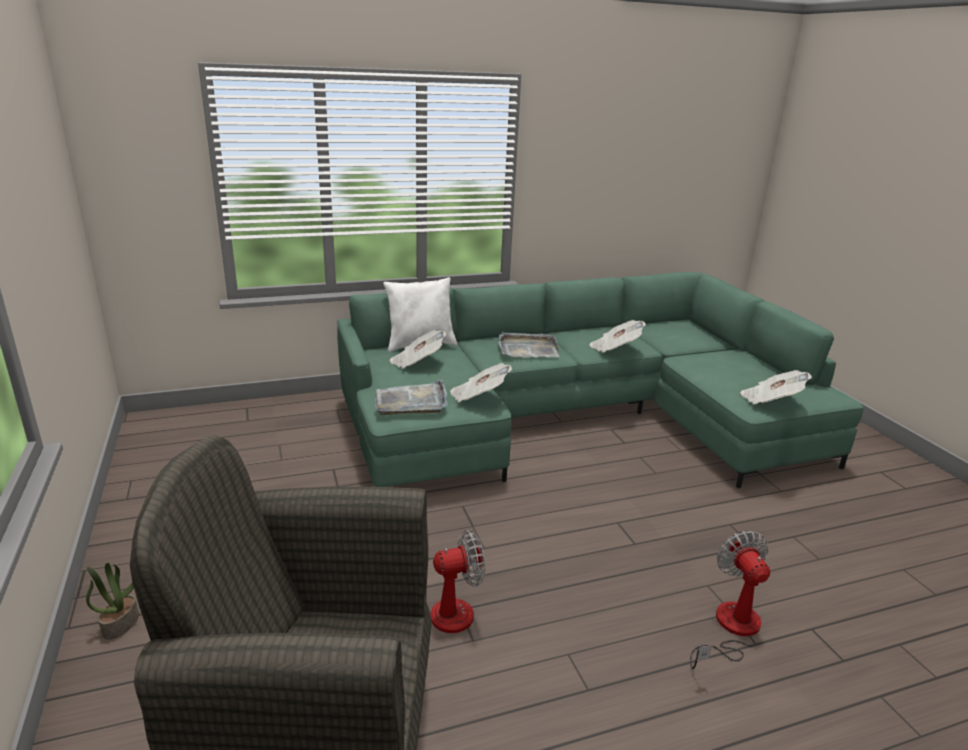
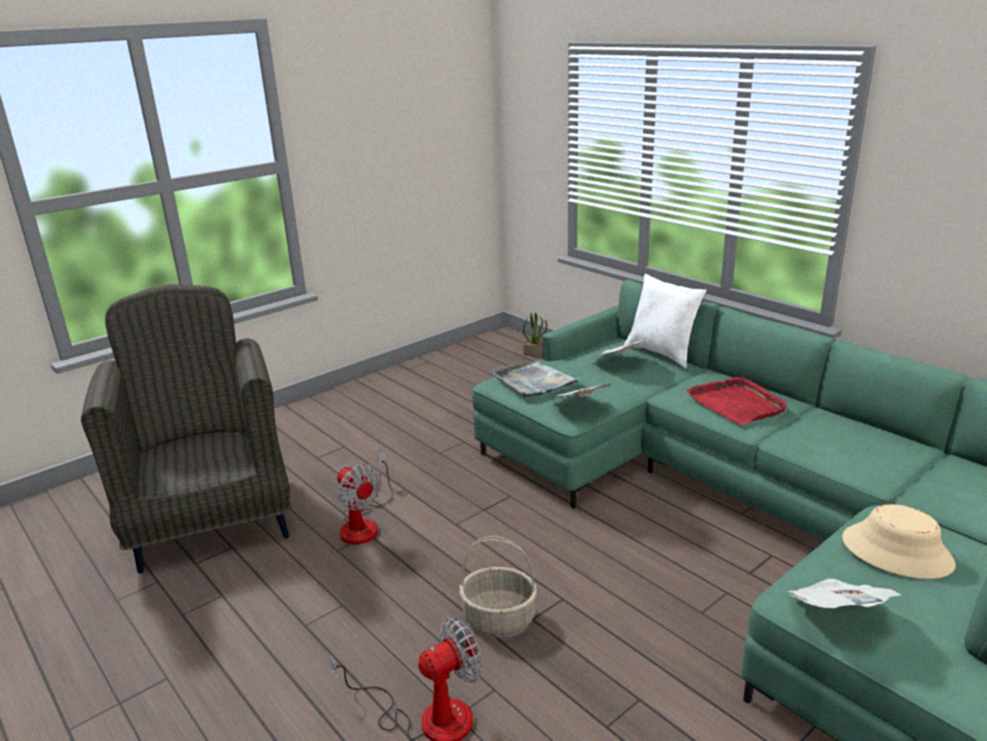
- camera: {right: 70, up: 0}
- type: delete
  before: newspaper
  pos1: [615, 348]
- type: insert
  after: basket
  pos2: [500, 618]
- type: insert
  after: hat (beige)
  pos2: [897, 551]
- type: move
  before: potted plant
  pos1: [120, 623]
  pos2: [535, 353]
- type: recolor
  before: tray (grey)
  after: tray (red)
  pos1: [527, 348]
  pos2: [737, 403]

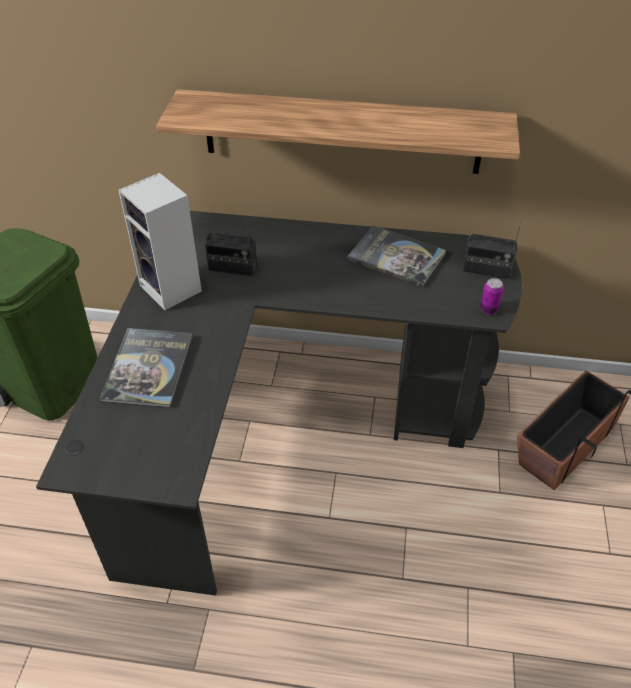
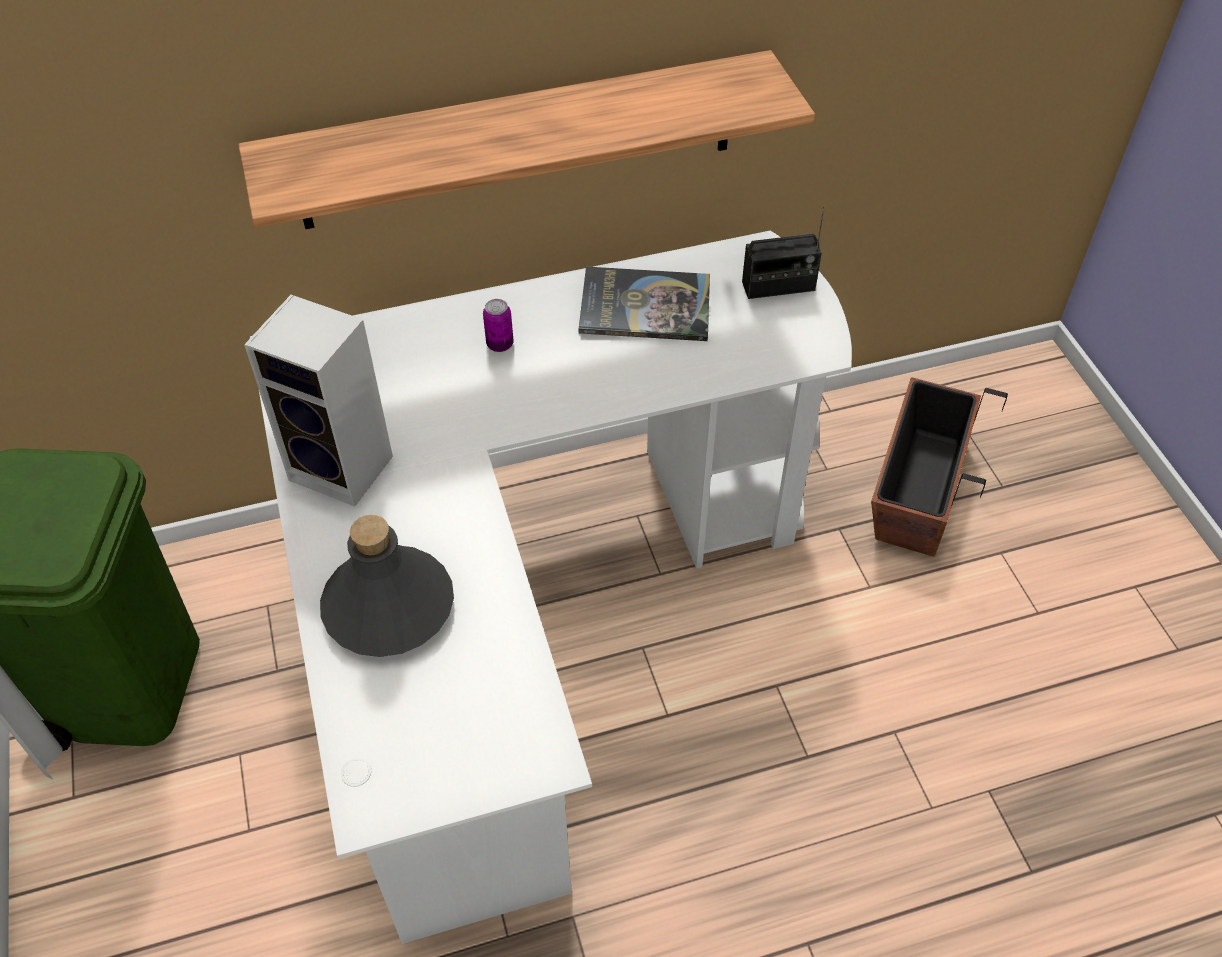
- camera: {right: -25, up: 5}
- type: delete
  before: radio
  pos1: [232, 268]
- type: move
  before: can
  pos1: [488, 309]
  pos2: [500, 344]
- type: replace
  before: book
  after: bottle (grey)
  pos1: [148, 368]
  pos2: [389, 606]
- type: recolor
  before: desk (black)
  after: desk (white)
  pos1: [283, 428]
  pos2: [533, 611]

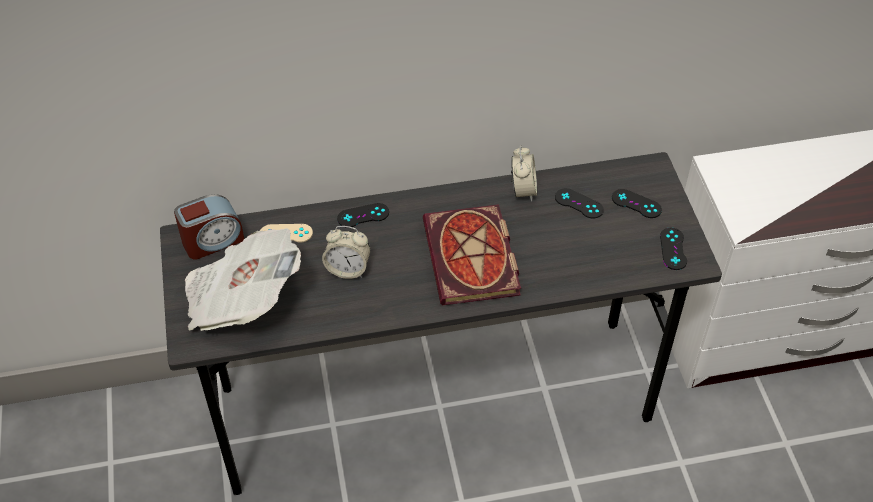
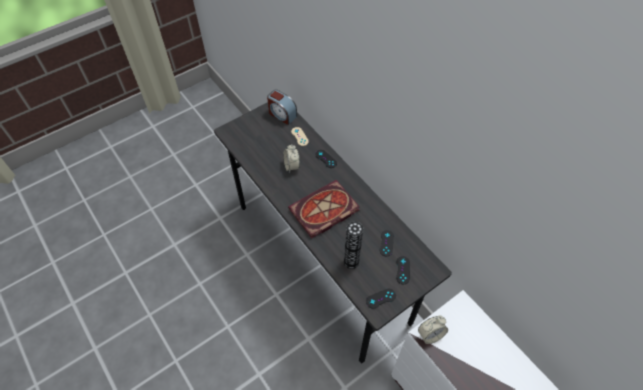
- camera: {right: 65, up: 5}
- type: delete
  before: newspaper
  pos1: [242, 299]
- type: insert
  after: vase
  pos2: [351, 262]
- type: move
  before: alarm clock
  pos1: [523, 190]
  pos2: [430, 334]

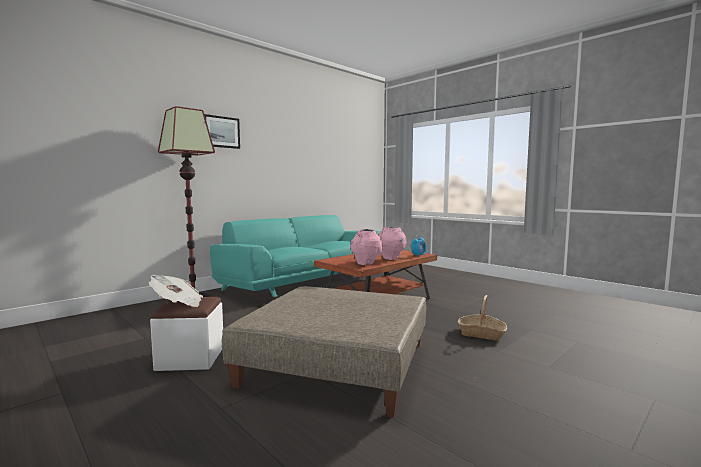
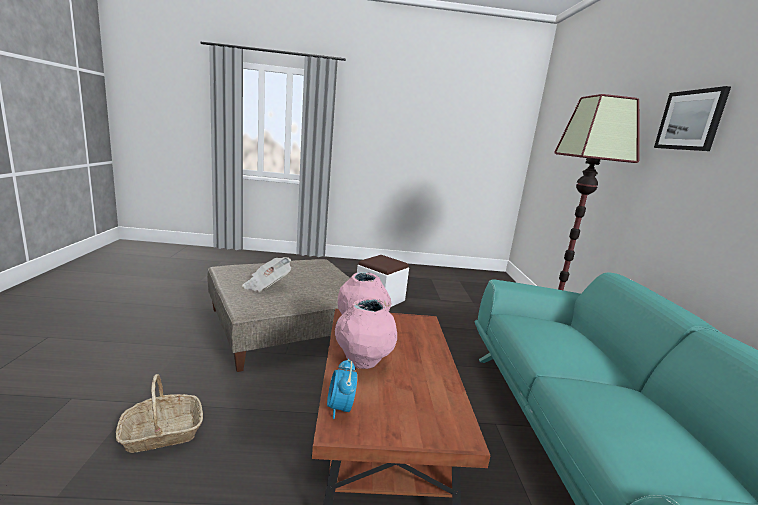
- camera: {right: 130, up: 10}
- type: move
  before: newspaper
  pos1: [178, 303]
  pos2: [267, 285]

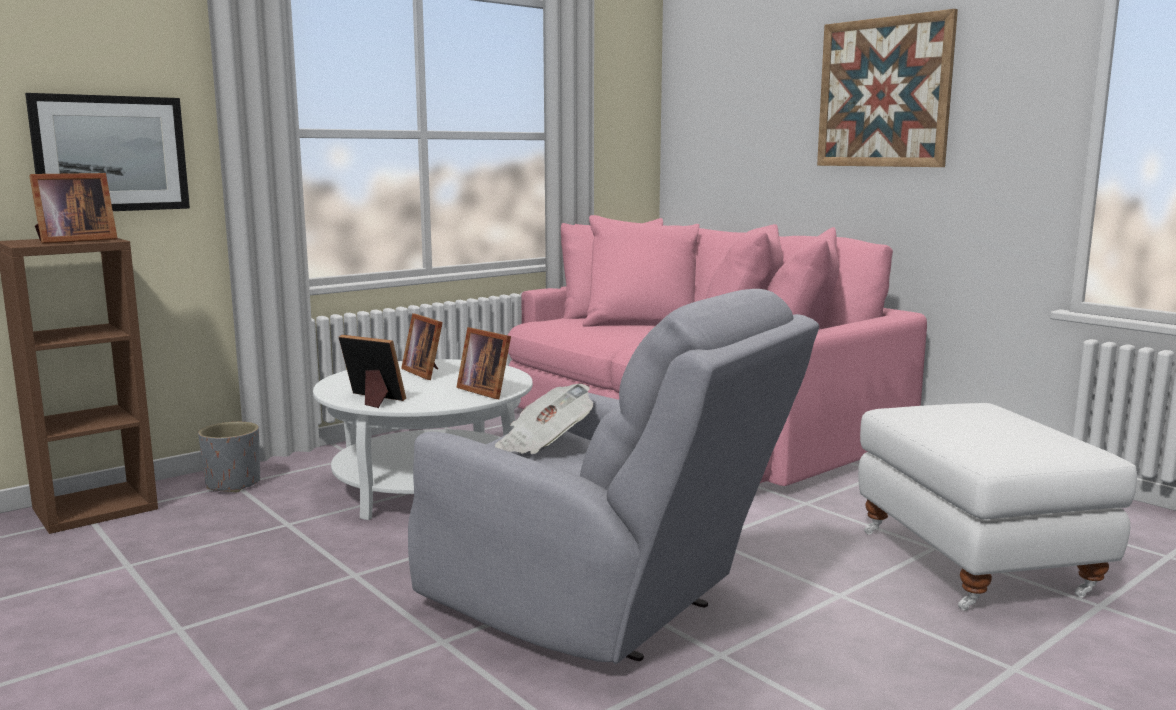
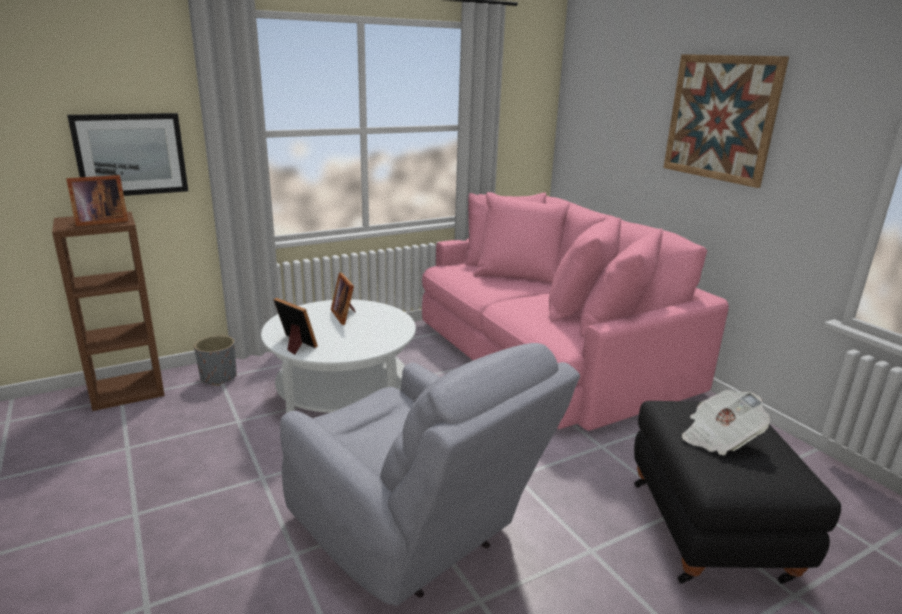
- camera: {right: 10, up: 10}
- type: delete
  before: picture frame
  pos1: [486, 391]
- type: move
  before: newspaper
  pos1: [544, 444]
  pos2: [719, 438]
- type: recolor
  before: ottoman (white)
  after: ottoman (black)
  pos1: [977, 563]
  pos2: [711, 531]

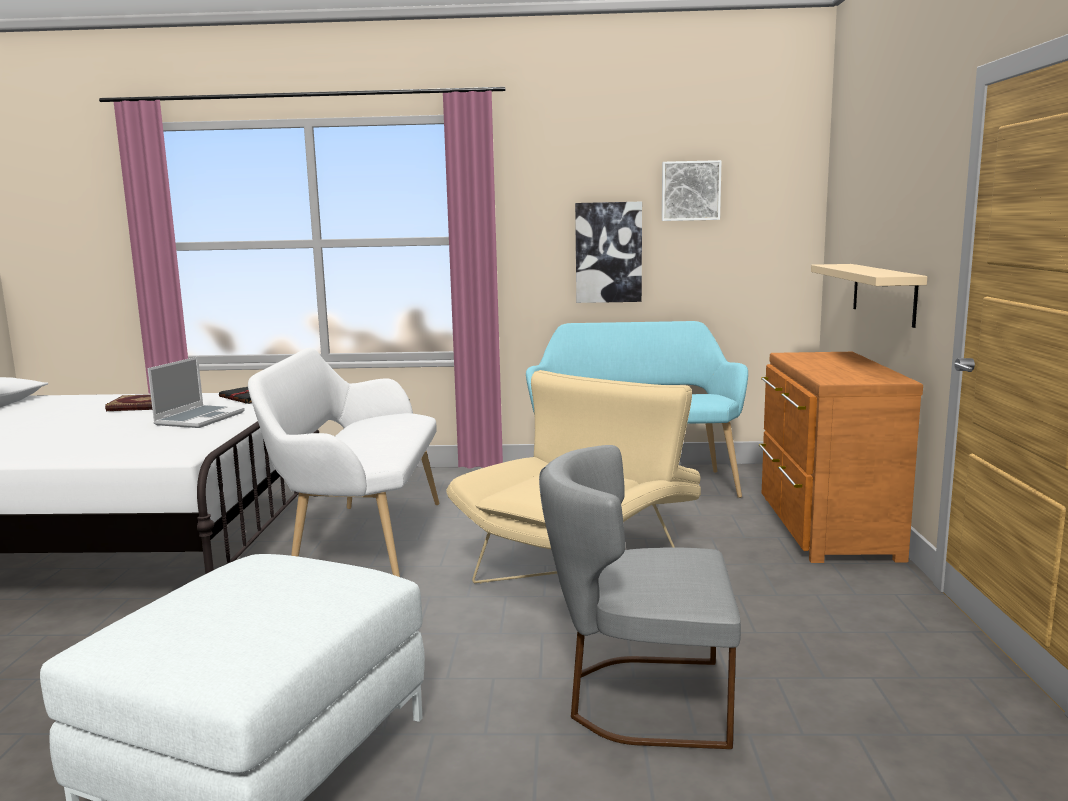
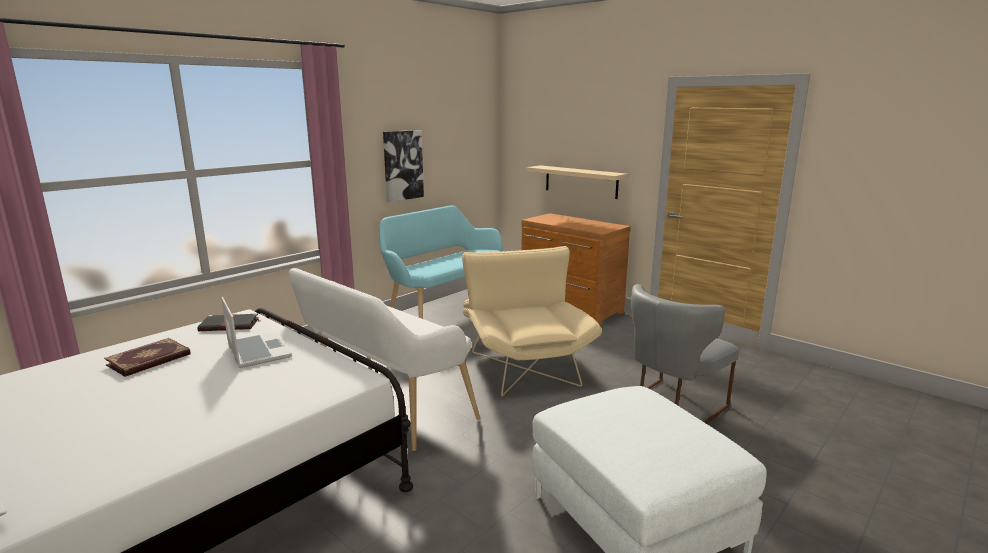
- camera: {right: -50, up: 5}
- type: delete
  before: picture
  pos1: [690, 191]

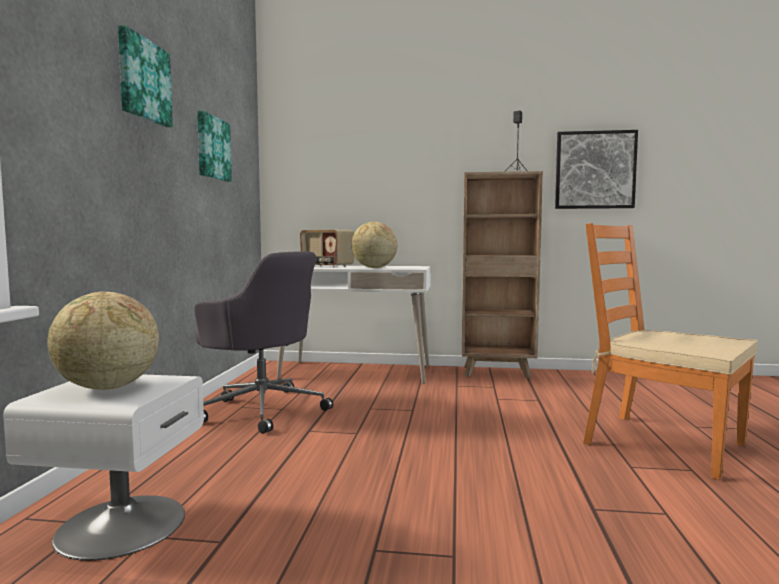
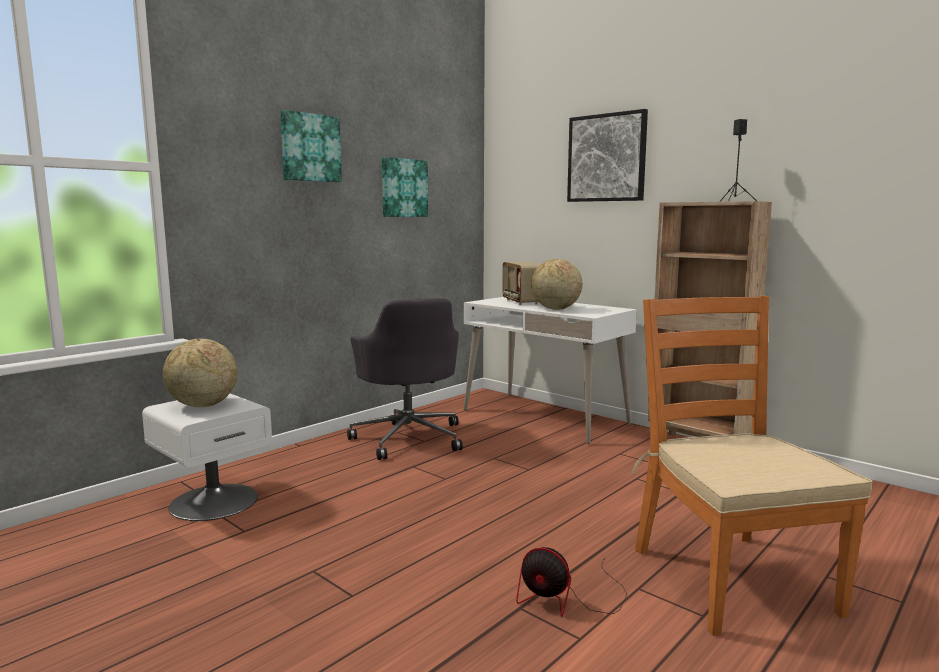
- camera: {right: 35, up: 5}
- type: insert
  after: fan
  pos2: [567, 598]
- type: move
  before: picture
  pos1: [595, 170]
  pos2: [607, 158]

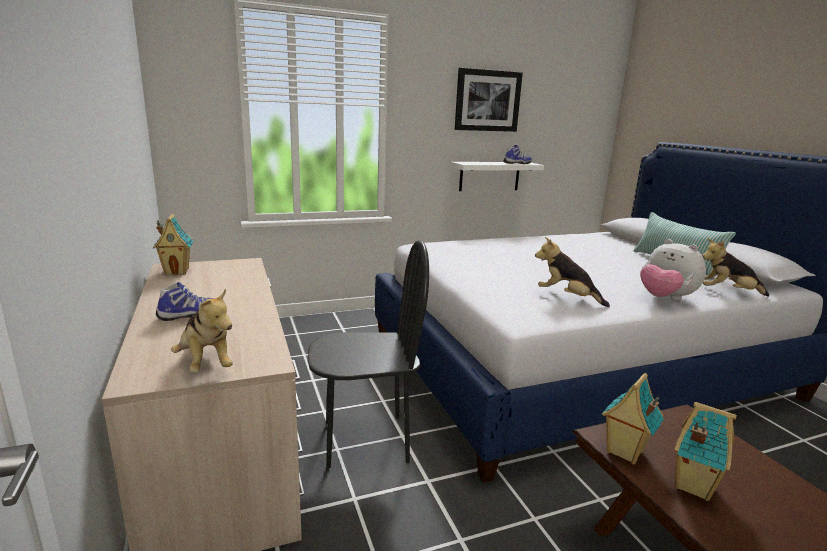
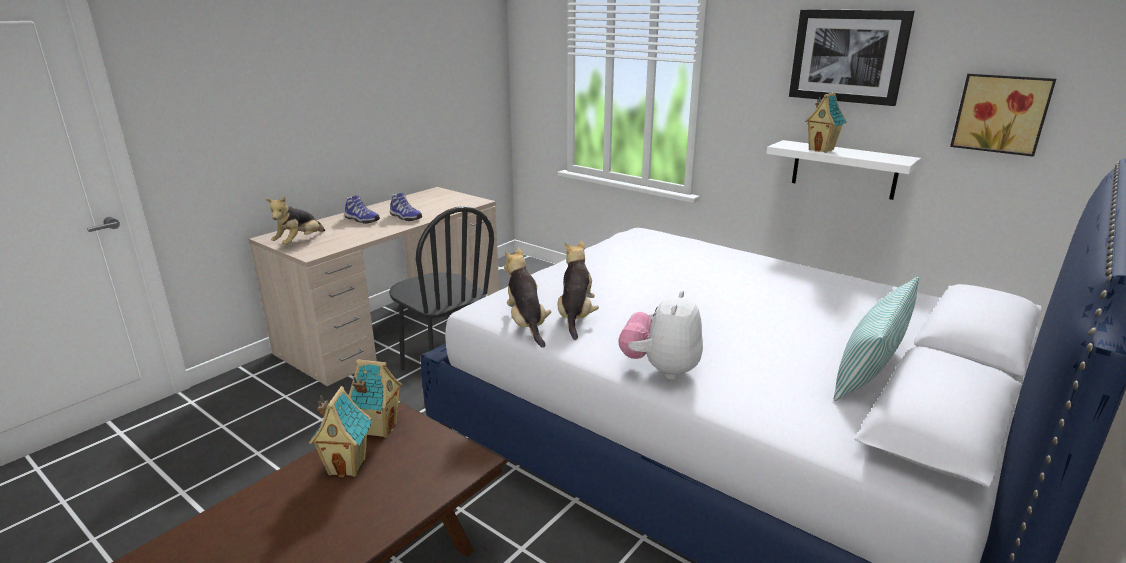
- camera: {right: 60, up: 5}
- type: insert
  after: picture
  pos2: [1001, 113]
- type: move
  before: toy house
  pos1: [177, 271]
  pos2: [821, 150]
- type: move
  before: shoe
  pos1: [517, 163]
  pos2: [405, 217]
- type: move
  before: plush toy
  pos1: [727, 292]
  pos2: [526, 325]

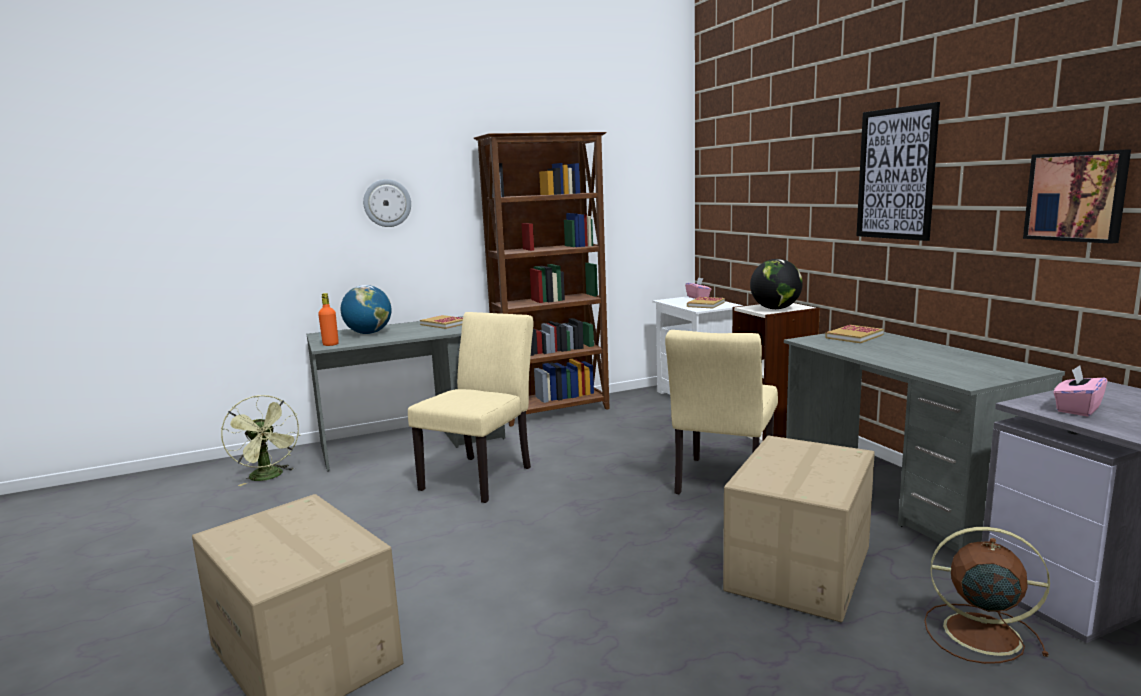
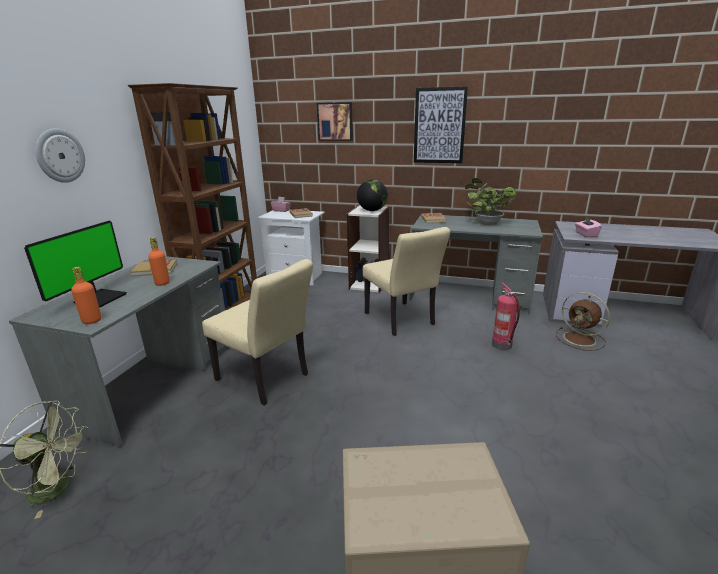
- camera: {right: -50, up: 10}
- type: insert
  after: bottle (orange)
  pos2: [162, 283]
- type: insert
  after: potted plant
  pos2: [486, 223]
- type: move
  before: picture
  pos1: [1077, 196]
  pos2: [335, 121]
- type: replace
  before: globe
  after: monitor
  pos1: [368, 333]
  pos2: [99, 298]
- type: replace
  before: cardboard box
  after: fire extinguisher
  pos1: [800, 569]
  pos2: [502, 345]
- type: rotate
  before: chair (beige)
  pos1: [482, 475]
  pos2: [267, 379]
  turn: 150
- type: rotate
  before: fan (brown)
  pos1: [978, 633]
  pos2: [581, 339]
  turn: -105

